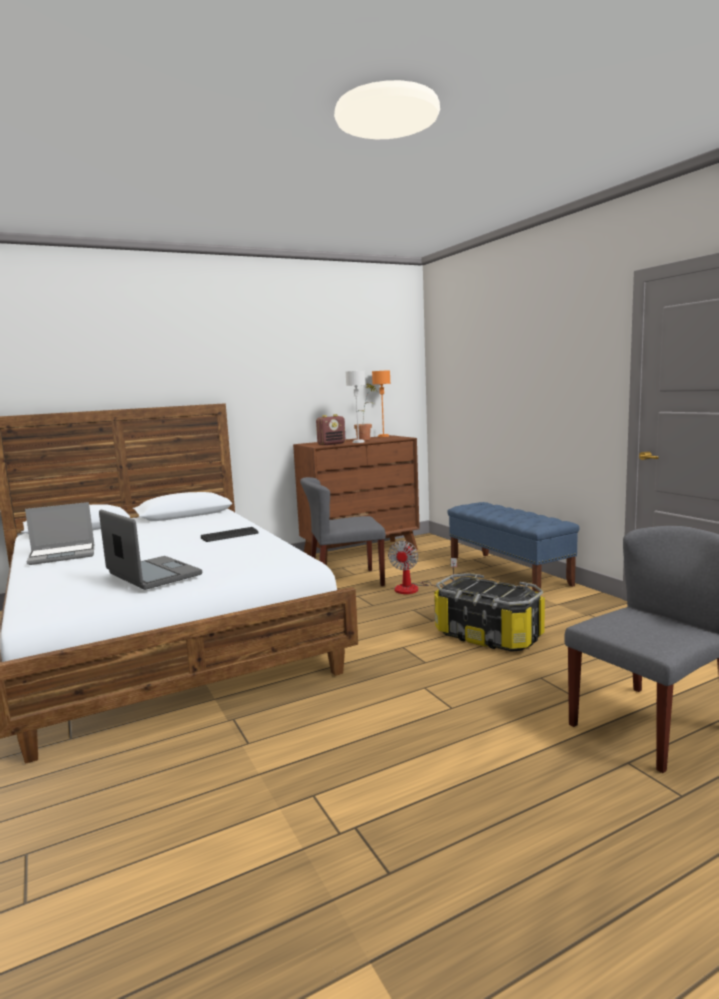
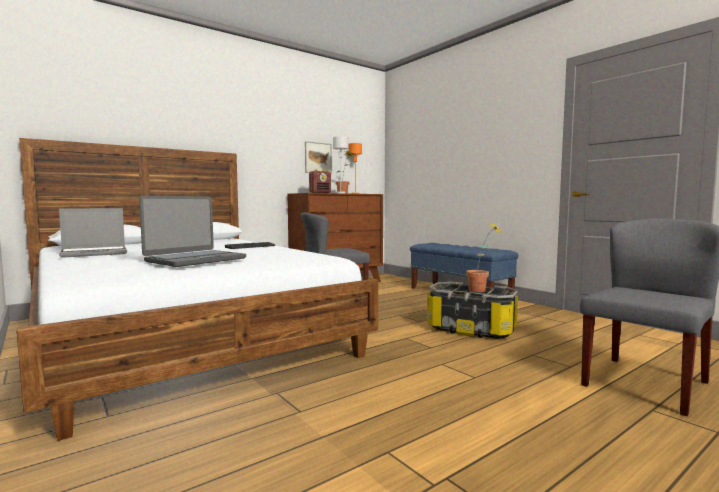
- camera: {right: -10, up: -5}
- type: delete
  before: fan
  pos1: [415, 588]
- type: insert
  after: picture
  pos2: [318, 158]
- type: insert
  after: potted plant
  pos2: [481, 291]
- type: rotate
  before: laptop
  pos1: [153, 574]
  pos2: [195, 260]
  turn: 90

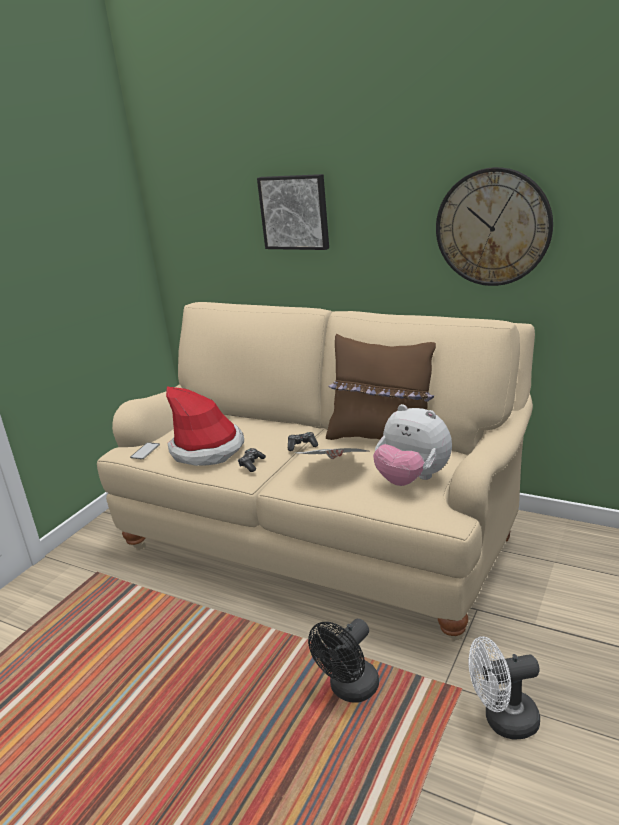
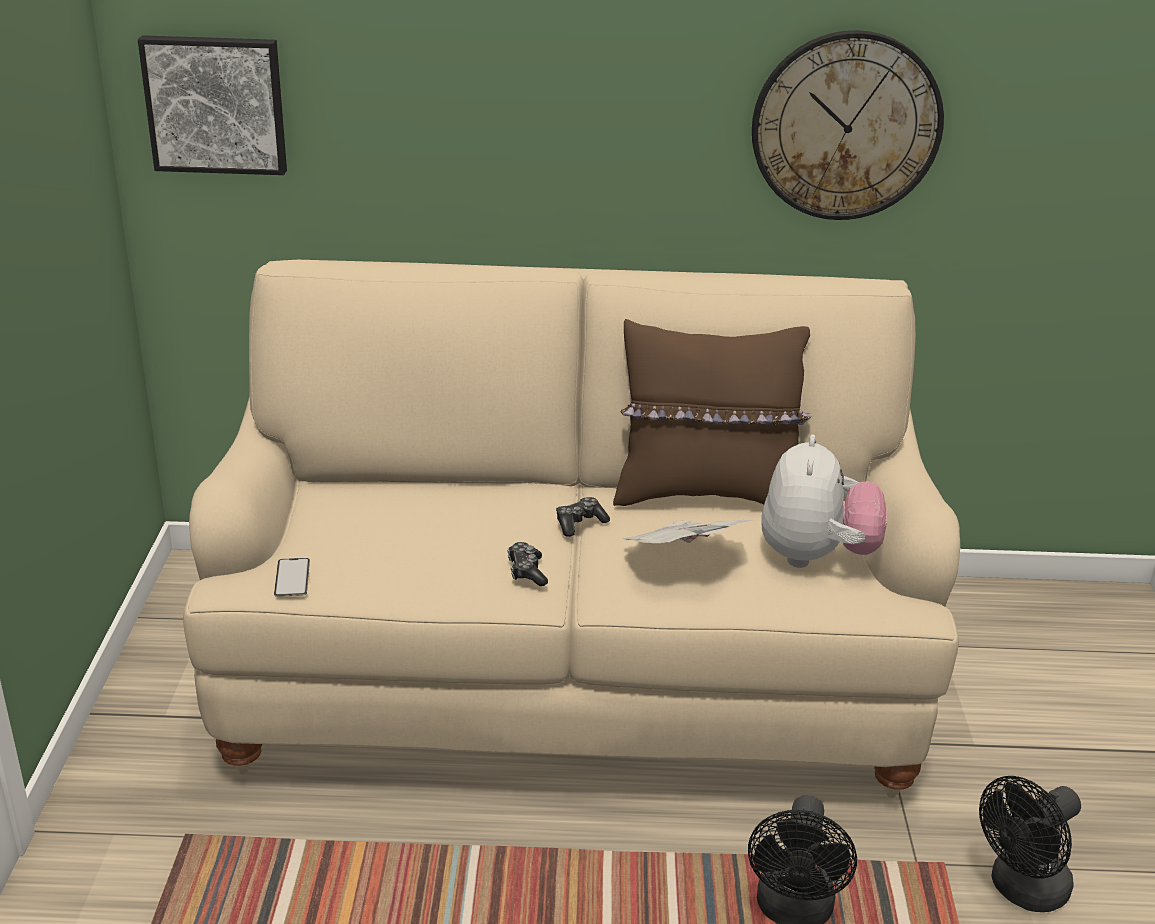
- camera: {right: -30, up: 5}
- type: delete
  before: hat
  pos1: [207, 449]
- type: move
  before: picture
  pos1: [295, 212]
  pos2: [216, 104]
- type: recolor
  before: fan (white)
  after: fan (black)
  pos1: [503, 720]
  pos2: [1021, 890]
- type: rotate
  before: plush toy
  pos1: [412, 479]
  pos2: [816, 557]
  turn: -90

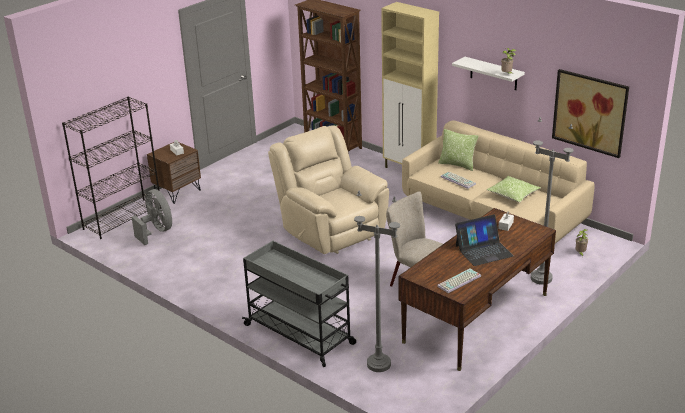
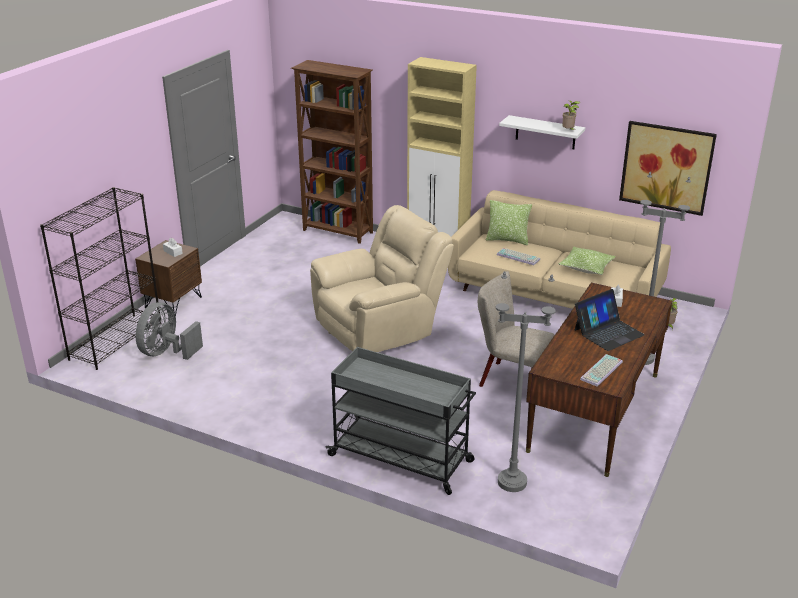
- camera: {right: -15, up: 0}
- type: rotate
  before: fan (grey)
  pos1: [156, 231]
  pos2: [166, 353]
  turn: -105
- type: rotate
  before: armchair (beige)
  pos1: [330, 230]
  pos2: [380, 329]
  turn: 105

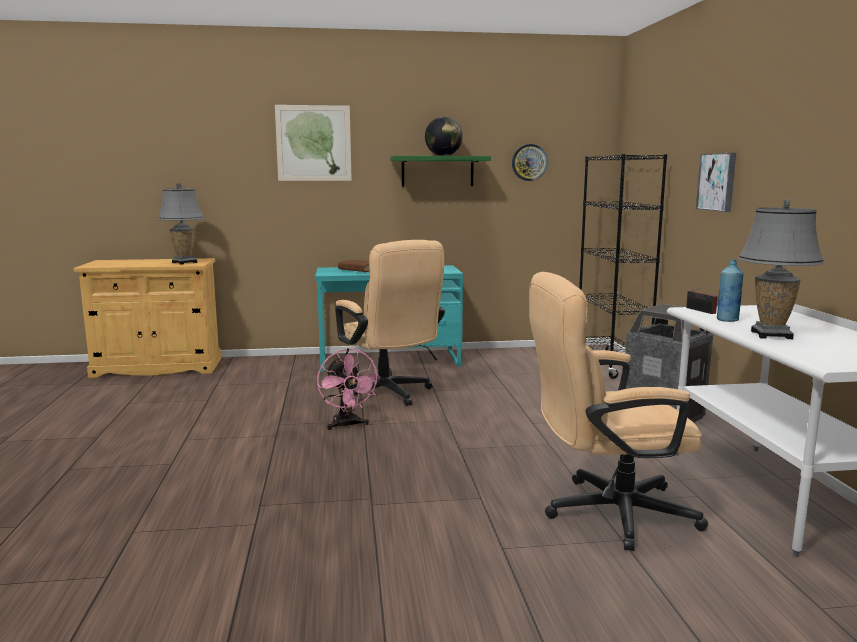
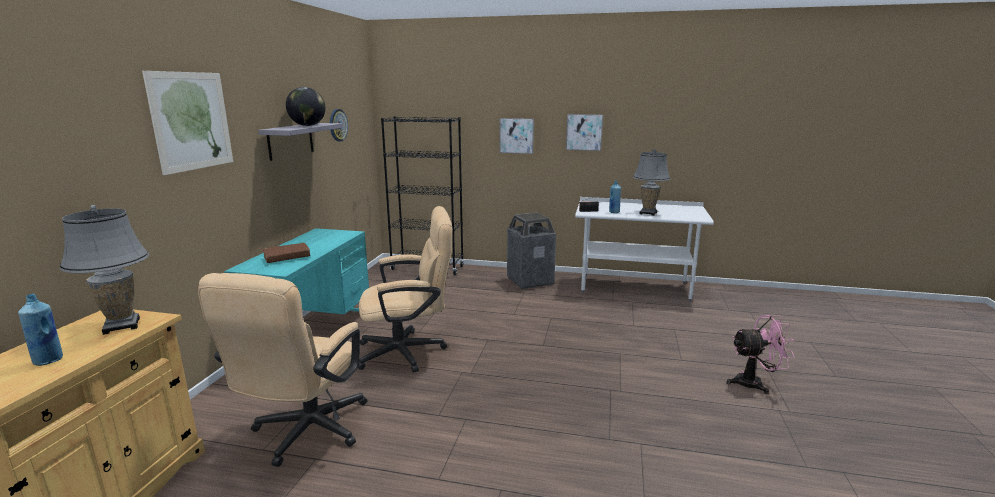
- camera: {right: -70, up: 5}
- type: insert
  after: bottle (blue)
  pos2: [49, 360]
- type: insert
  after: picture
  pos2: [584, 132]
- type: move
  before: fan (pink)
  pos1: [347, 425]
  pos2: [755, 383]
- type: move
  before: office chair (beige)
  pos1: [606, 513]
  pos2: [304, 434]
- type: recolor
  before: shelf (green)
  after: shelf (grey)
  pos1: [437, 171]
  pos2: [290, 141]

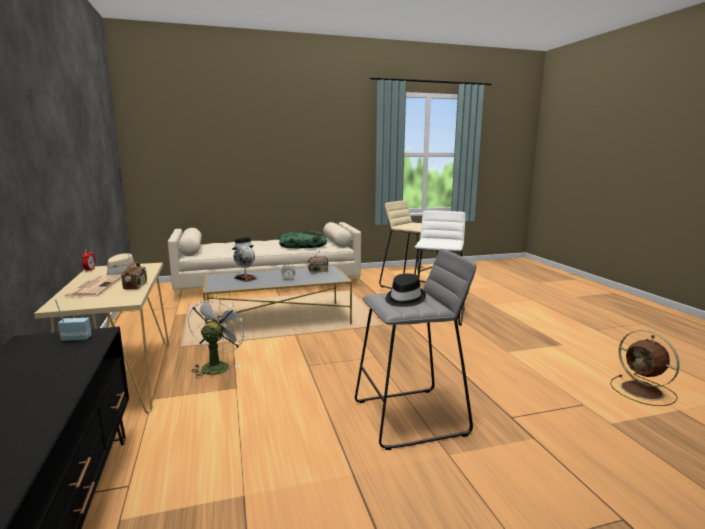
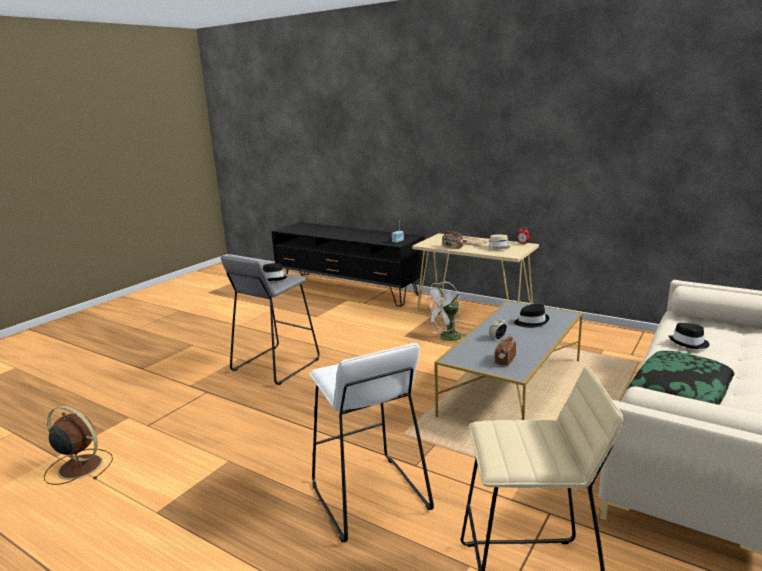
- camera: {right: 140, up: 5}
- type: replace
  before: globe
  after: hat (black)
  pos1: [245, 278]
  pos2: [531, 322]
- type: rotate
  before: fan (white)
  pos1: [216, 366]
  pos2: [447, 338]
  turn: 90

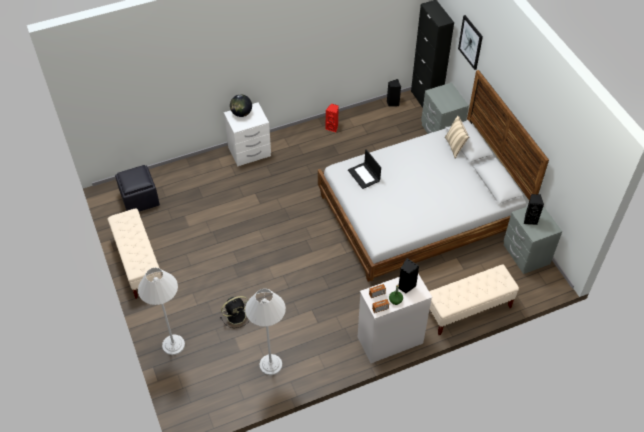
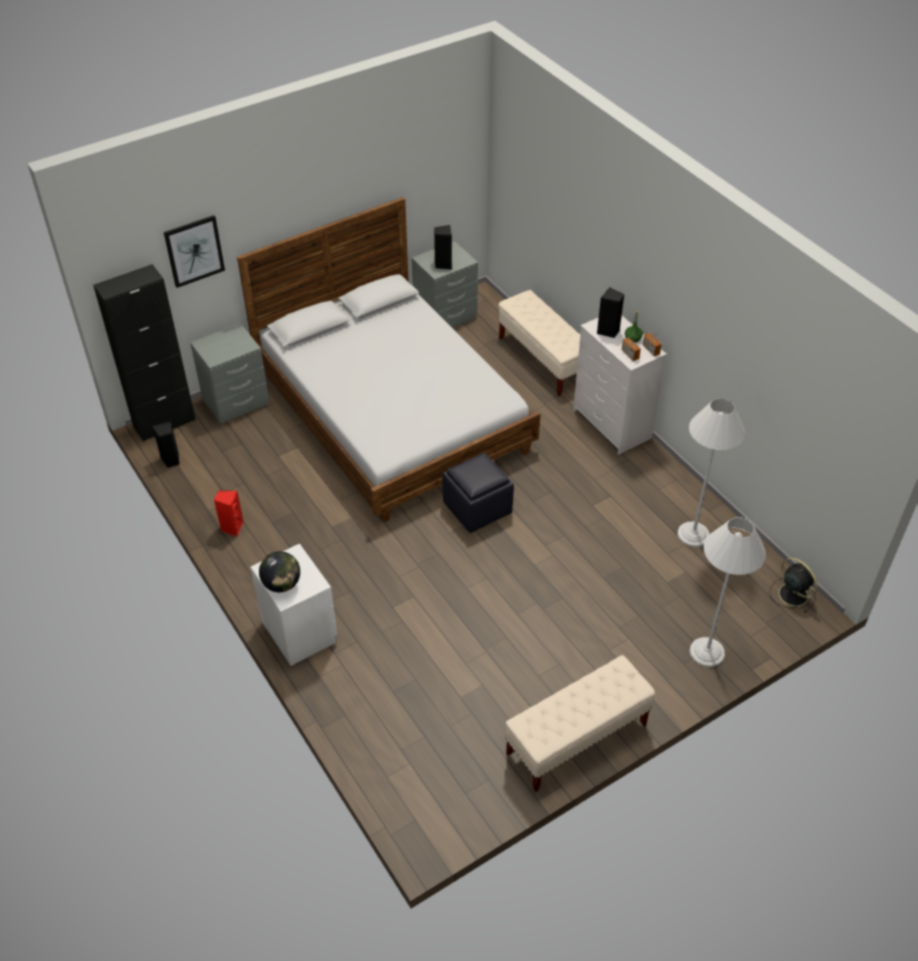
- camera: {right: -100, up: -5}
- type: delete
  before: laptop
  pos1: [364, 175]
- type: delete
  before: pillow (beige)
  pos1: [455, 146]
- type: move
  before: ottoman (black)
  pos1: [140, 199]
  pos2: [477, 507]
- type: move
  before: fan (black)
  pos1: [237, 315]
  pos2: [792, 594]

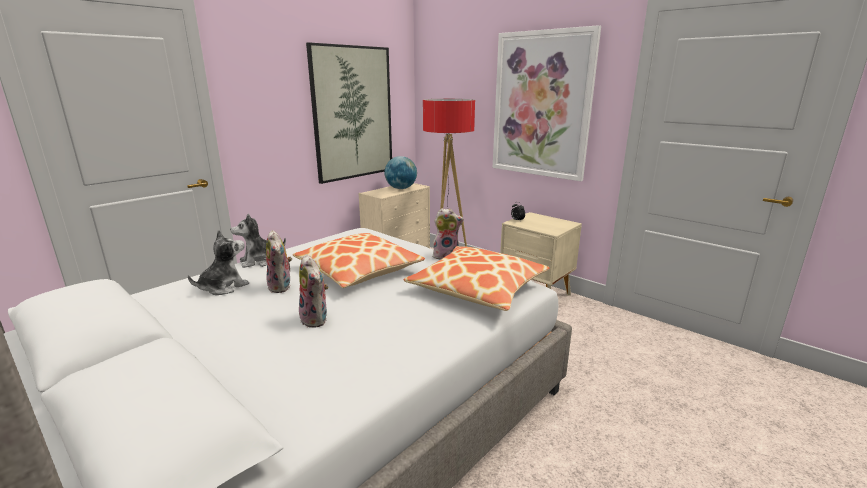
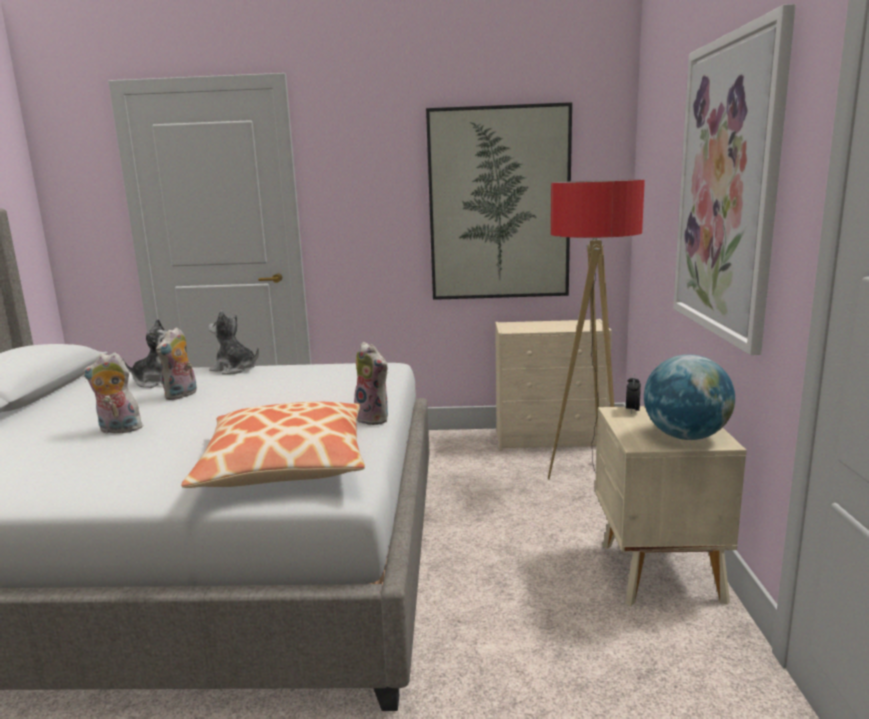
- camera: {right: 50, up: -5}
- type: delete
  before: pillow
  pos1: [358, 270]
- type: move
  before: globe
  pos1: [401, 188]
  pos2: [685, 436]
- type: rotate
  before: plush toy
  pos1: [316, 319]
  pos2: [118, 430]
  turn: 75

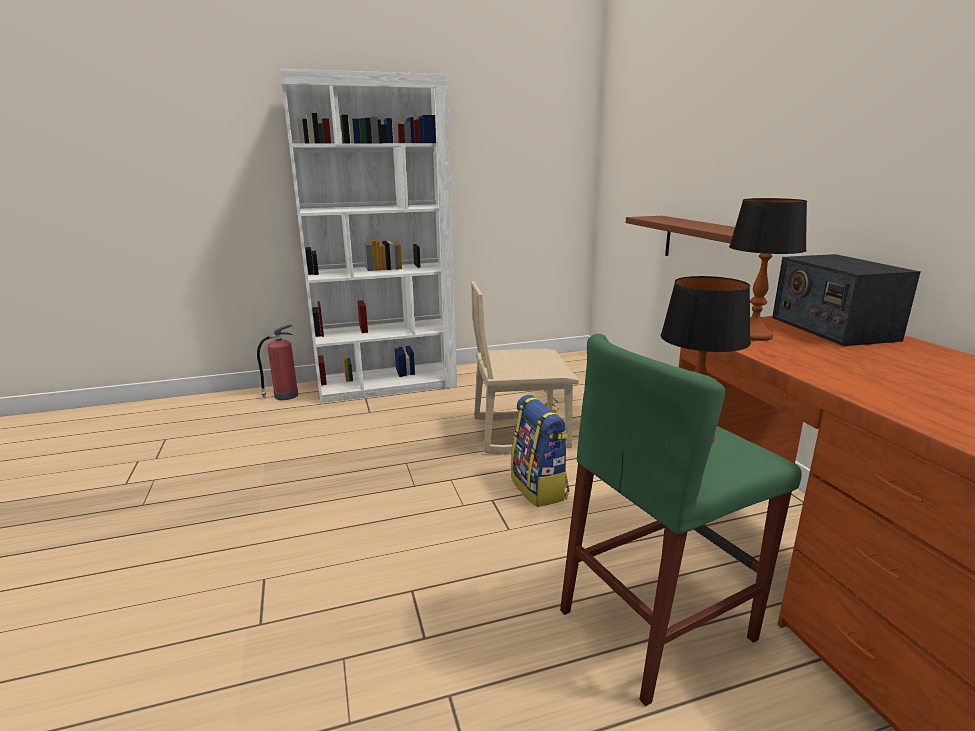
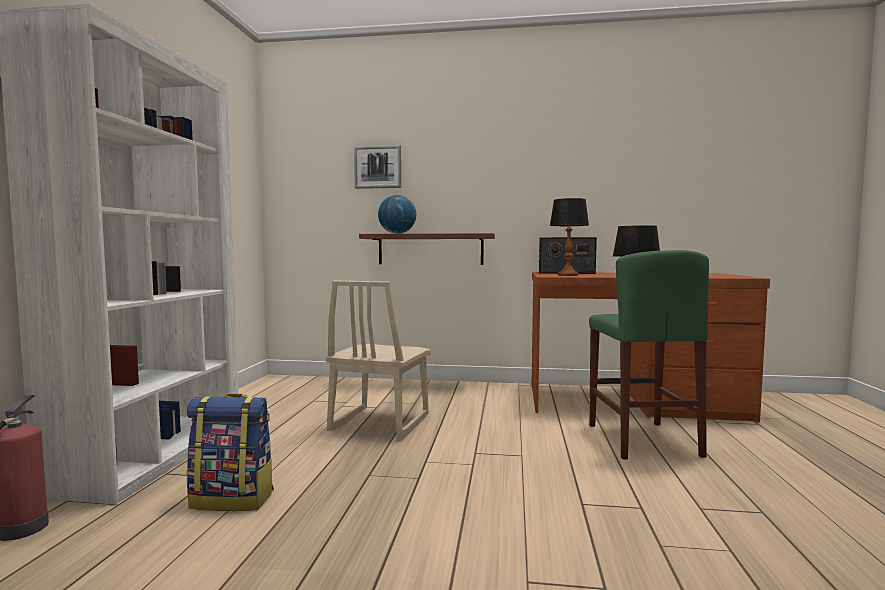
- camera: {right: -65, up: -15}
- type: insert
  after: picture
  pos2: [378, 167]
- type: insert
  after: globe
  pos2: [397, 233]
- type: move
  before: backpack
  pos1: [540, 488]
  pos2: [233, 499]

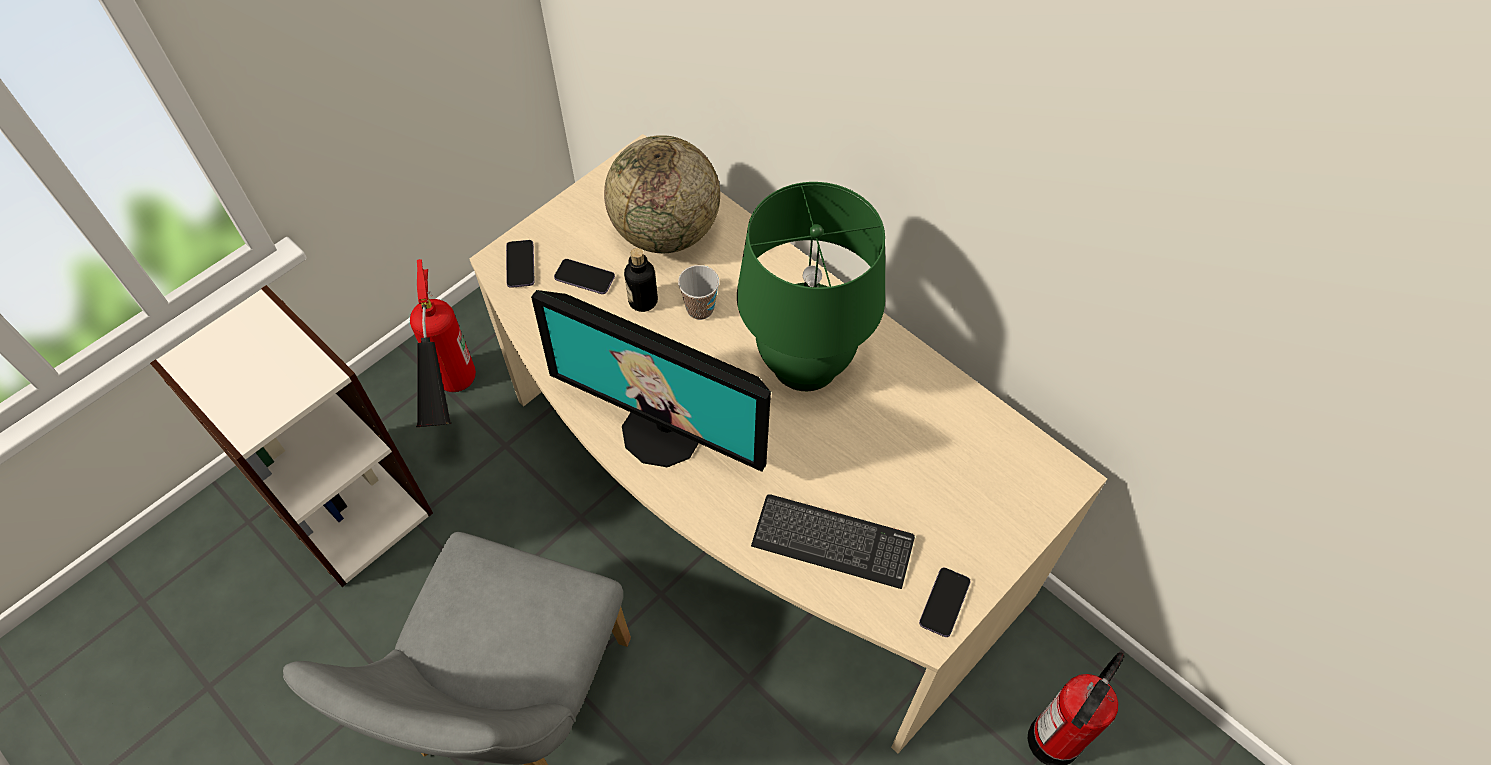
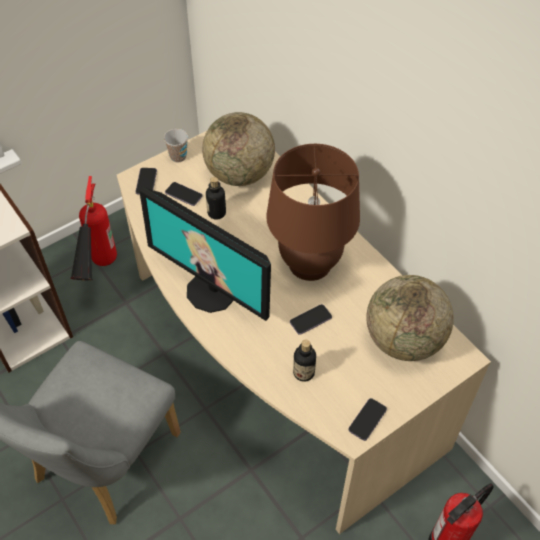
- camera: {right: 10, up: -5}
- type: insert
  after: phone
  pos2: [310, 320]
- type: insert
  after: globe
  pos2: [404, 340]
- type: move
  before: cup
  pos1: [700, 309]
  pos2: [178, 157]
- type: replace
  before: keyboard
  after: bottle
  pos1: [832, 542]
  pos2: [303, 372]
- type: recolor
  before: table lamp (green)
  after: table lamp (brown)
  pos1: [805, 362]
  pos2: [310, 263]

